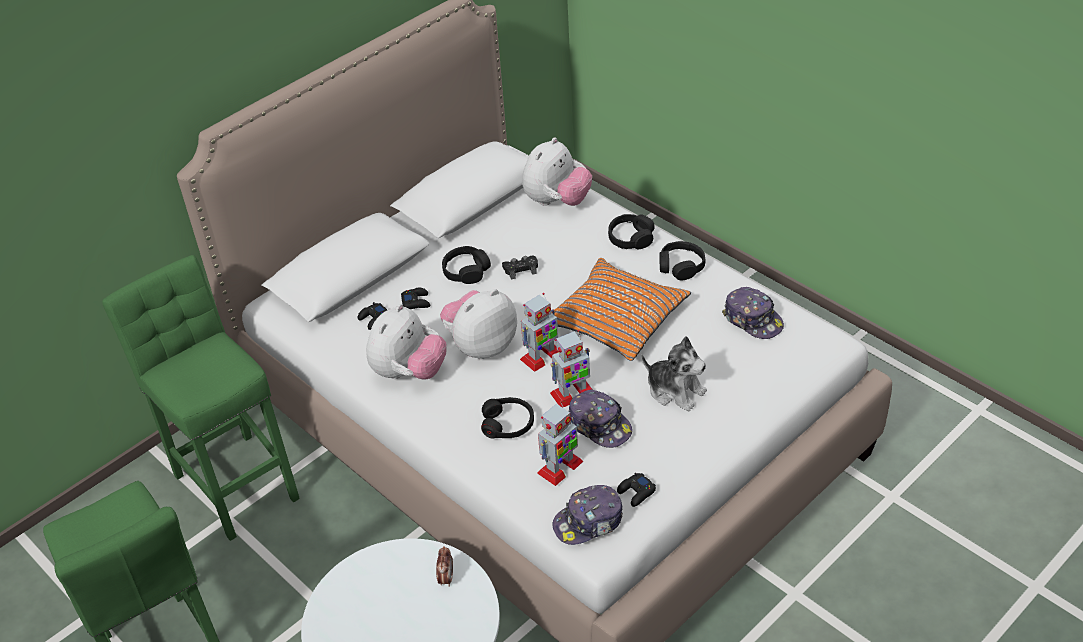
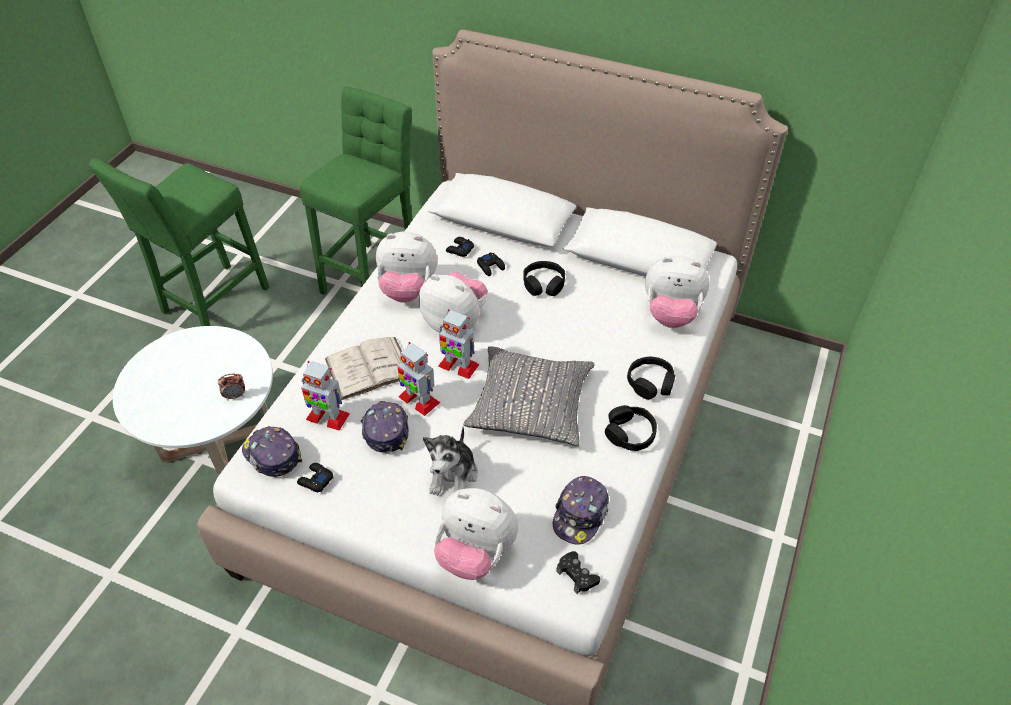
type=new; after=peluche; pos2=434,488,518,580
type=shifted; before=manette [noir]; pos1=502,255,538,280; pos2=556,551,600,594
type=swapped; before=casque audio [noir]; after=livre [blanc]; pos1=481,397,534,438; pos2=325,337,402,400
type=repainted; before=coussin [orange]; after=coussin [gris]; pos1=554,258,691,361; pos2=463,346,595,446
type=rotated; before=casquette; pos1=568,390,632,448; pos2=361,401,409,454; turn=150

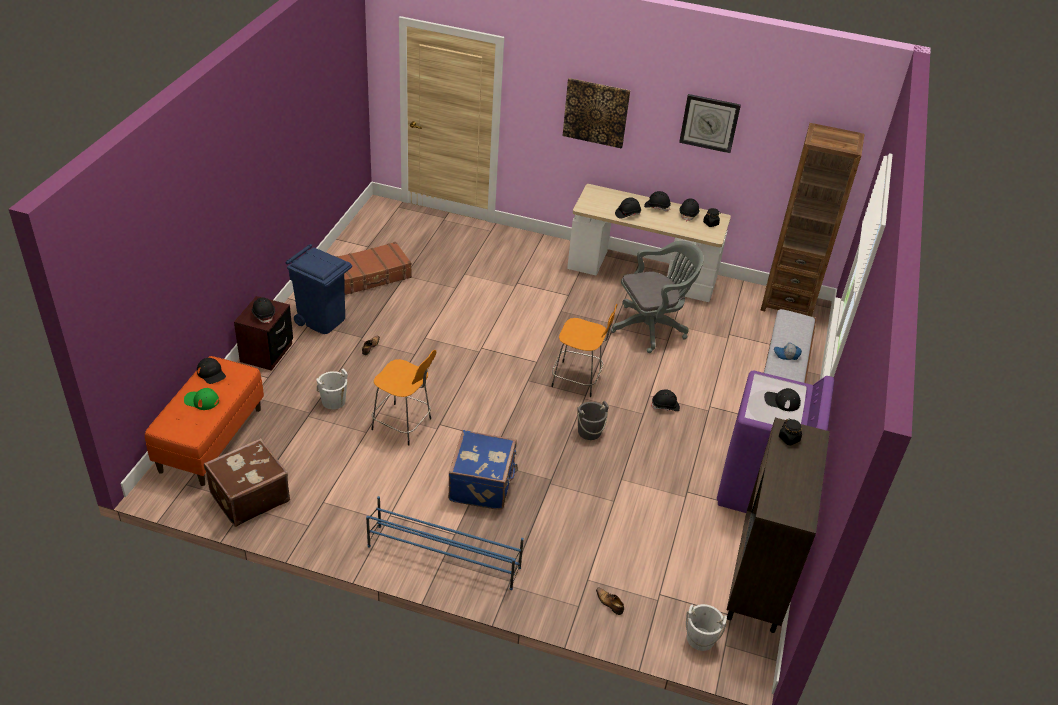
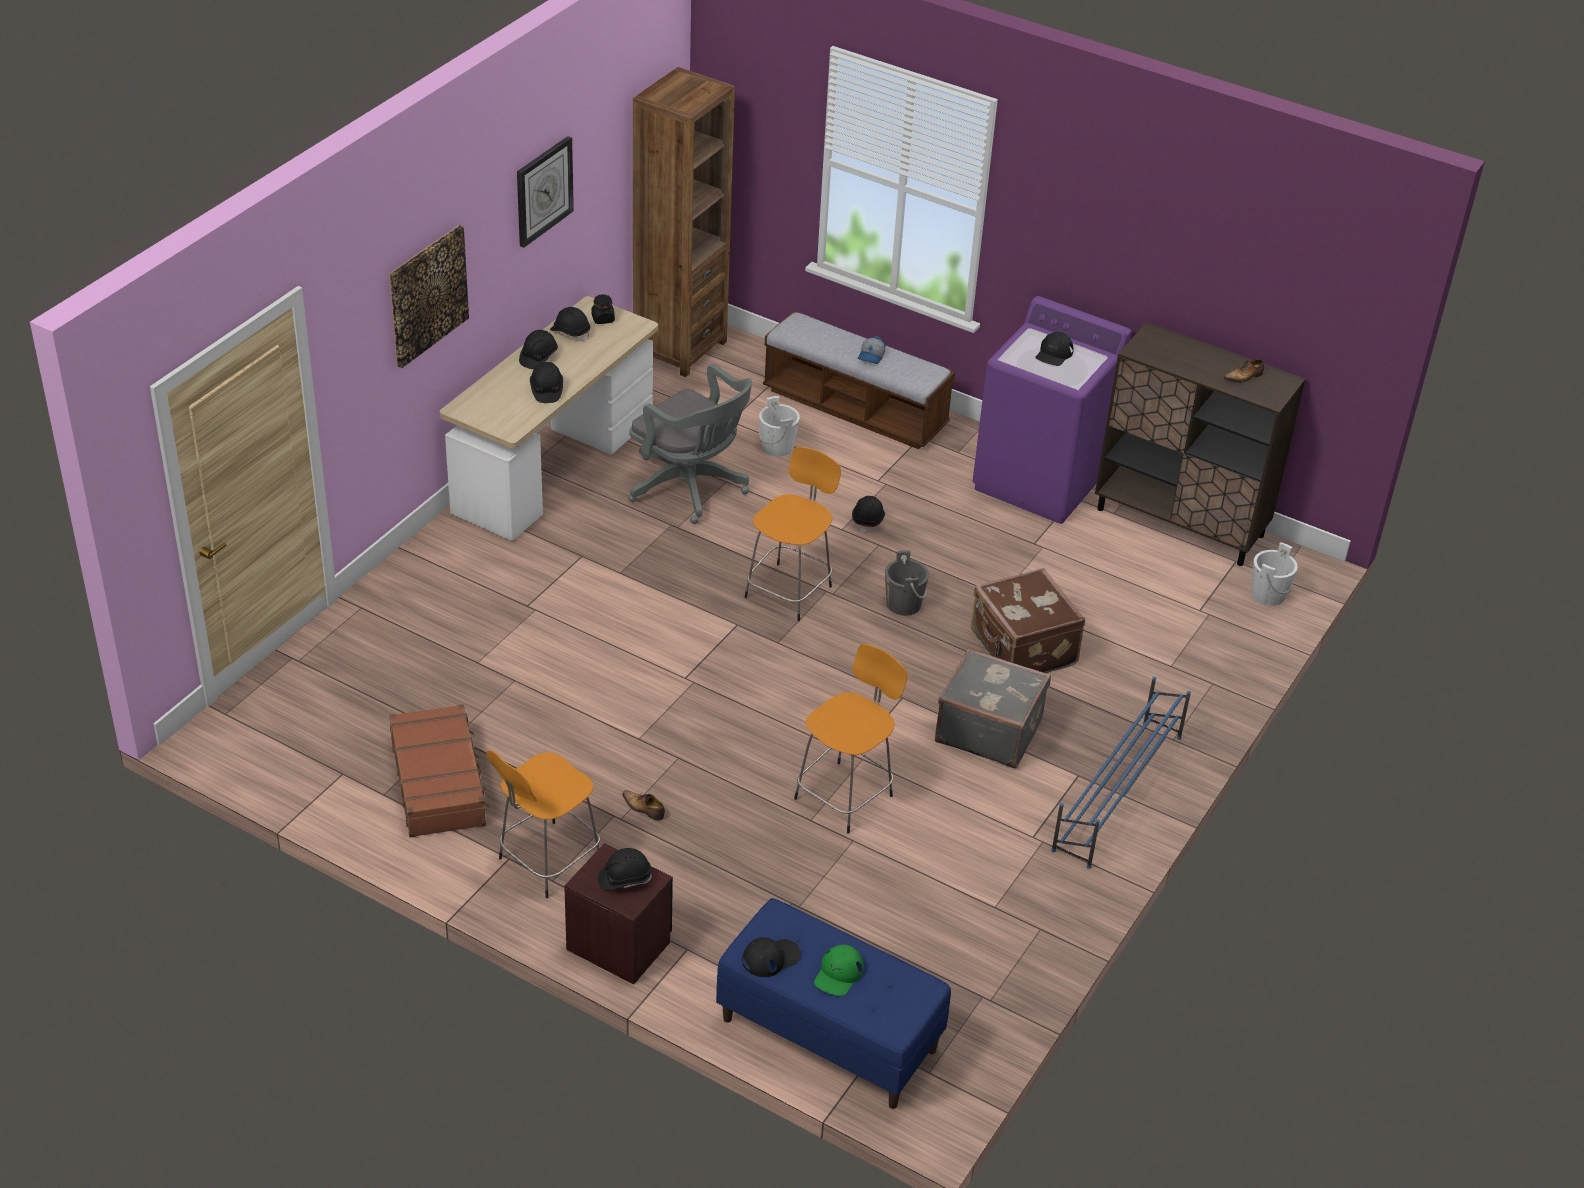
type=gone; before=bocal [noir]; pos1=779,418,802,445
type=shifted; before=valise [marron]; pos1=204,438,290,527; pos2=971,568,1085,673
type=shifted; before=seau [blanc]; pos1=316,369,348,409; pos2=759,396,800,456
type=shifted; before=chaussure; pos1=596,587,624,615; pos2=1223,359,1264,383
type=swapped; before=poubelle [bleu]; after=tabouret [orange]; pos1=286,244,352,334; pos2=486,750,600,898
type=repainted; before=banc [orange]; after=banc [bleu]; pos1=145,356,264,486; pos2=716,898,951,1109
type=repainted; before=valise [bleu]; after=valise [gris]; pos1=448,430,518,510; pos2=935,648,1051,768
type=rotated; before=chaise de bureau [gris]; pos1=610,241,704,353; pos2=628,364,752,524; turn=135

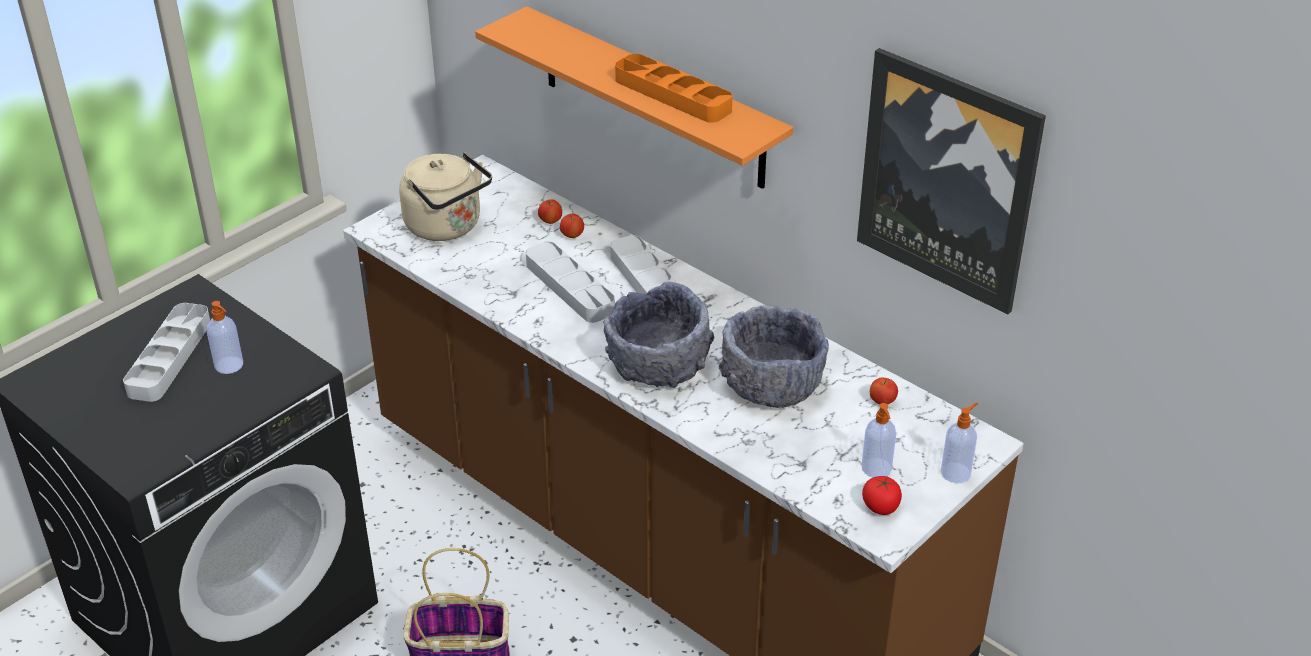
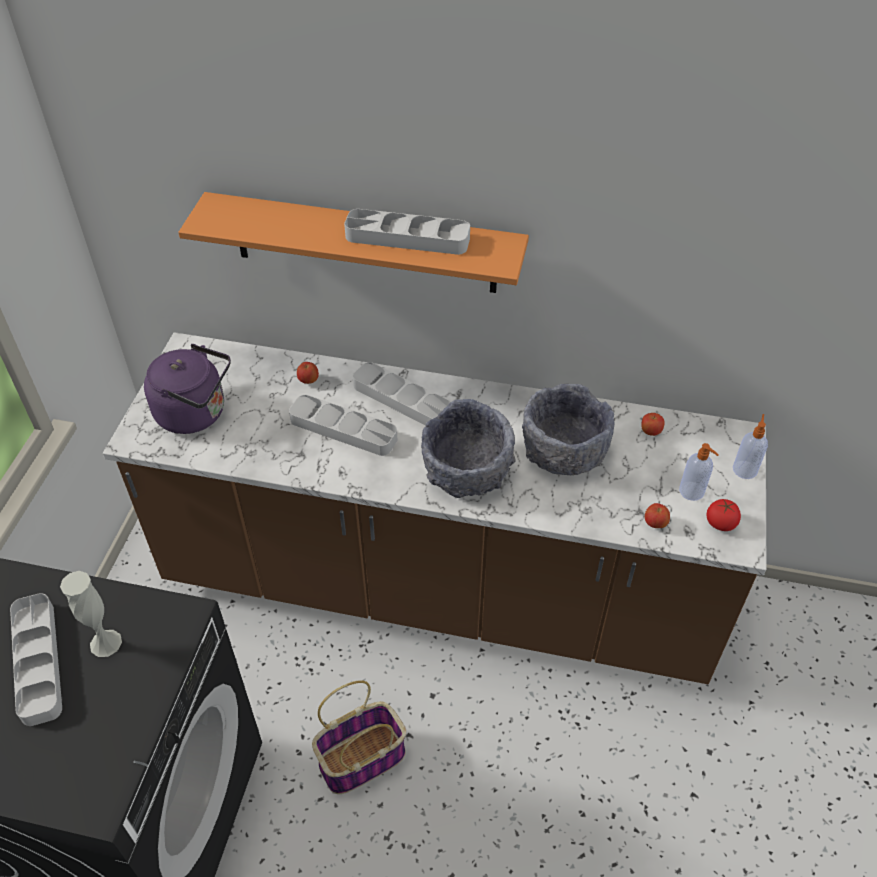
type=gone; before=tableau; pos1=857,48,1046,314
type=shifted; before=pomme; pos1=538,199,562,224; pos2=645,503,670,528
type=swapped; before=distributeur de savon; after=vase [blanc]; pos1=207,301,243,374; pos2=60,571,122,657
type=repainted; before=bouilloire [beige]; after=bouilloire [violet]; pos1=399,152,492,241; pos2=144,344,231,434
type=repainted; before=plateau [orange]; after=plateau [gris]; pos1=615,53,732,123; pos2=344,209,470,255

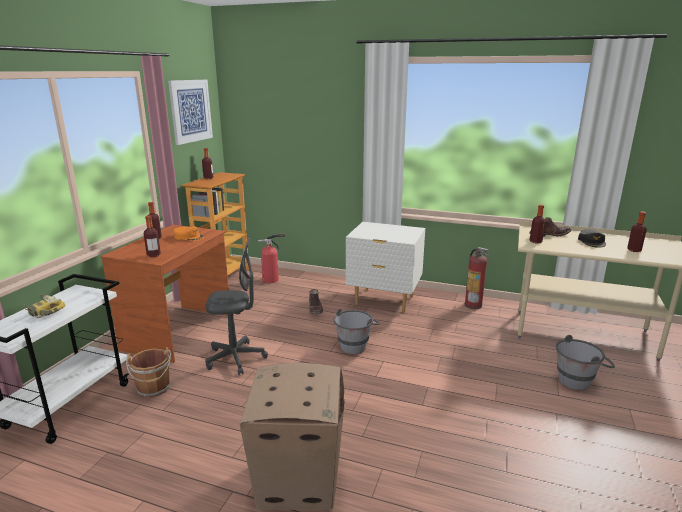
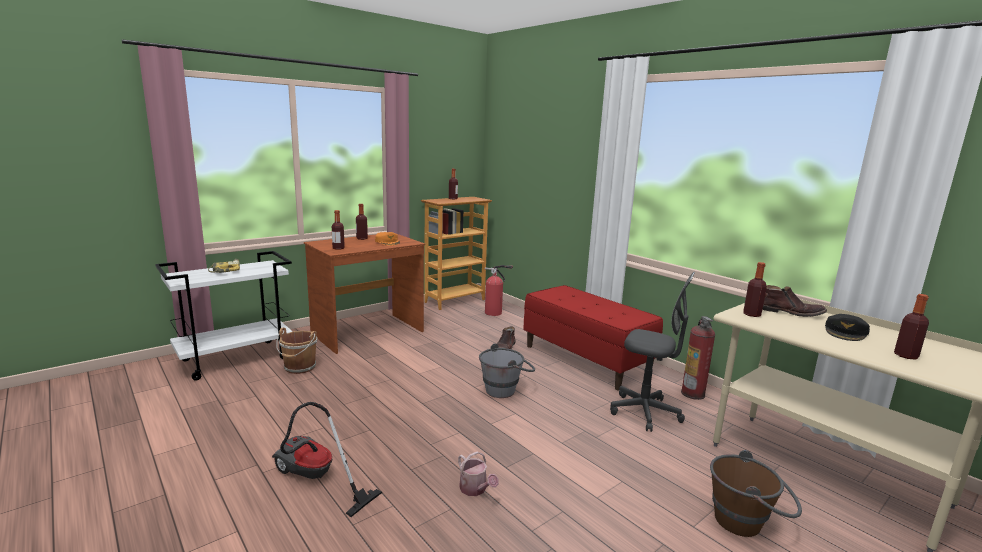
type=gone; before=tableau; pos1=168,80,213,145
type=new; after=arrosoir; pos2=458,451,499,496
type=shifted; before=chaise de bureau [gris]; pos1=205,235,268,375; pos2=610,272,695,432
type=swapped; before=carton; after=aspirateur; pos1=240,363,345,510; pos2=272,402,383,517
type=swapped; before=table de chevet [blanc]; after=banc [rouge]; pos1=346,222,425,313; pos2=523,285,663,390
type=repainted; before=seau [gris]; after=seau [marron]; pos1=556,335,615,390; pos2=710,450,802,537

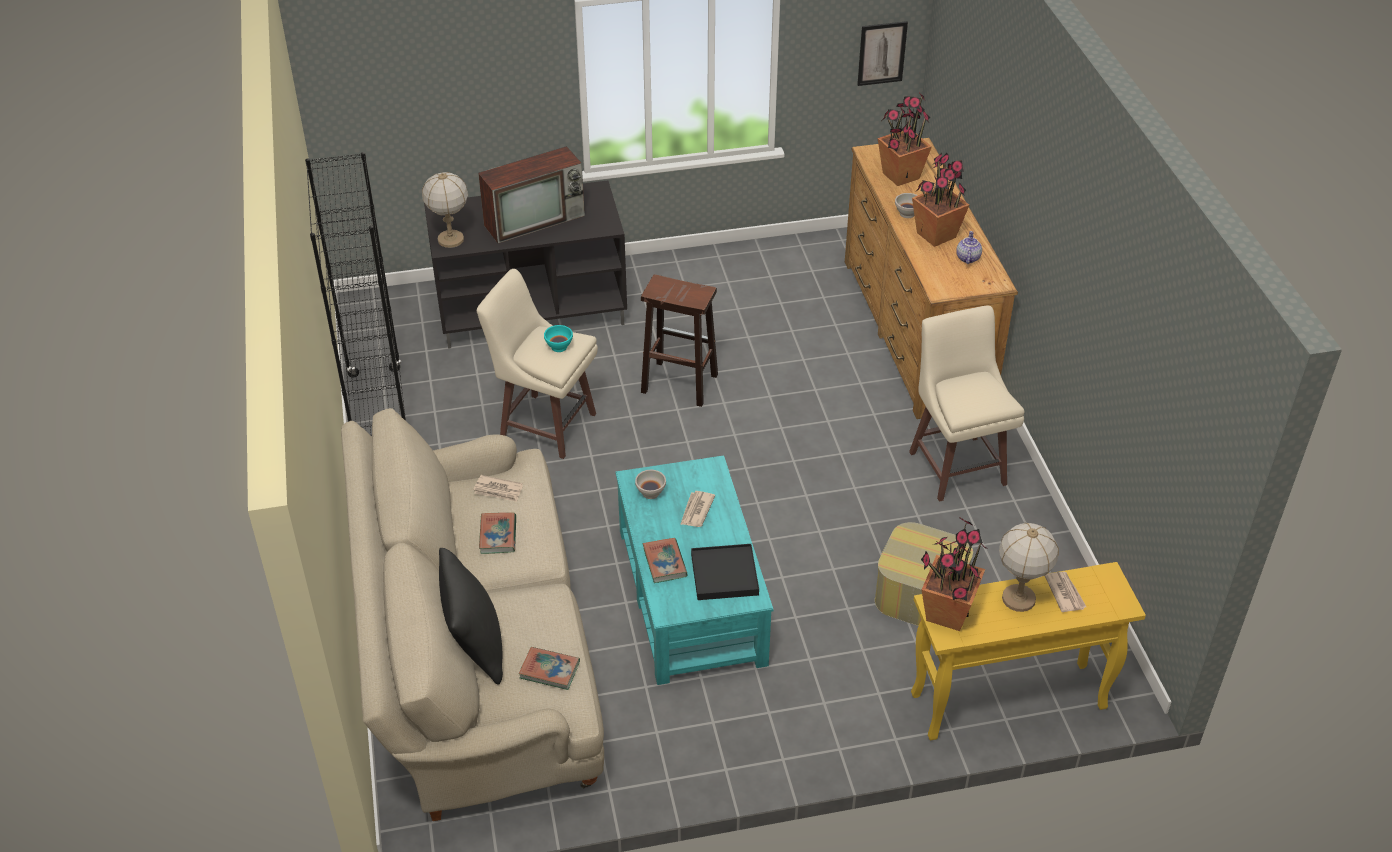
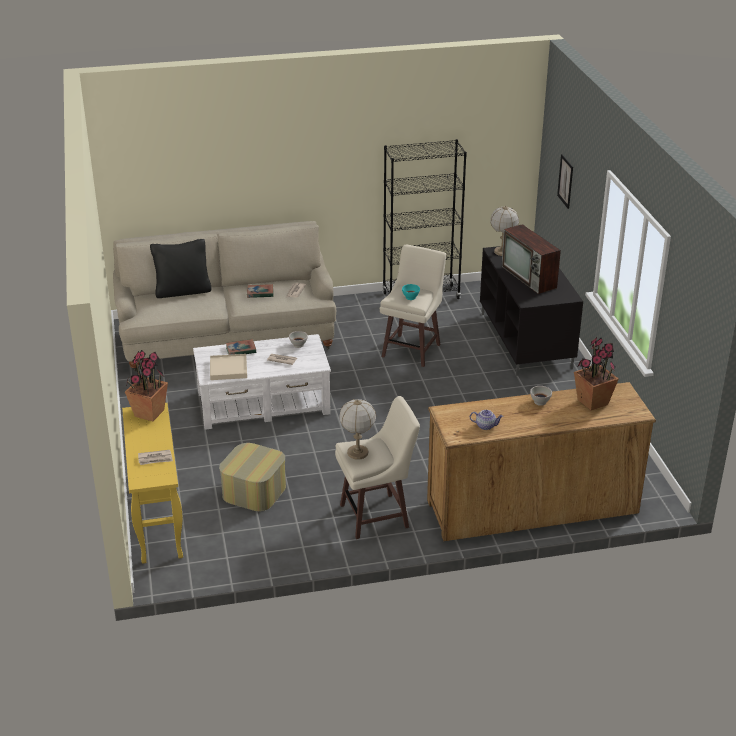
type=gone; before=livre; pos1=519,647,580,690
type=gone; before=tabouret [marron]; pos1=641,274,718,407
type=gone; before=plante en pot; pos1=912,152,969,247
type=shifted; before=tableau; pos1=857,21,908,86; pos2=557,154,573,209
type=shifted; before=lampe de table; pos1=999,523,1059,612; pos2=339,399,376,460
type=repainted; before=table basse [turquoise]; after=table basse [blanc]; pos1=615,455,774,685; pos2=193,334,331,430
type=repainted; before=plateau [noir]; after=plateau [beige]; pos1=691,544,759,600; pos2=210,354,247,380

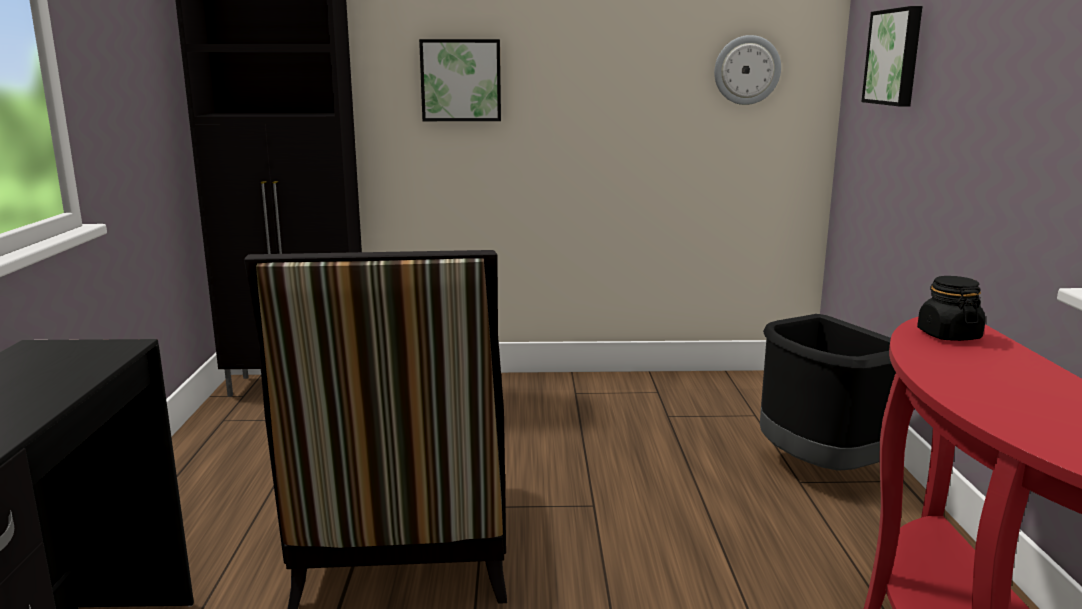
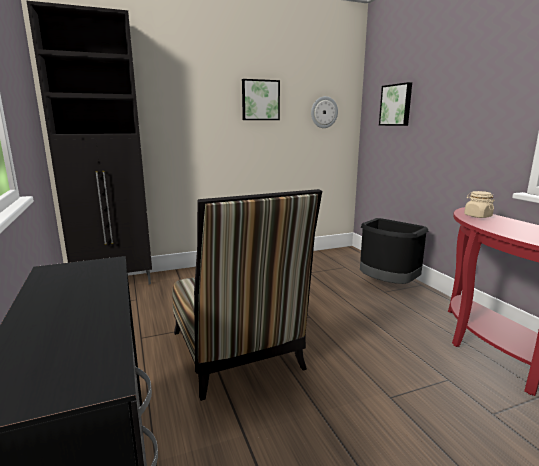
type=shifted; before=tableau; pos1=419,39,501,121; pos2=242,79,280,120
type=repainted; before=bocal [noir]; after=bocal [beige]; pos1=917,276,985,341; pos2=464,191,494,218

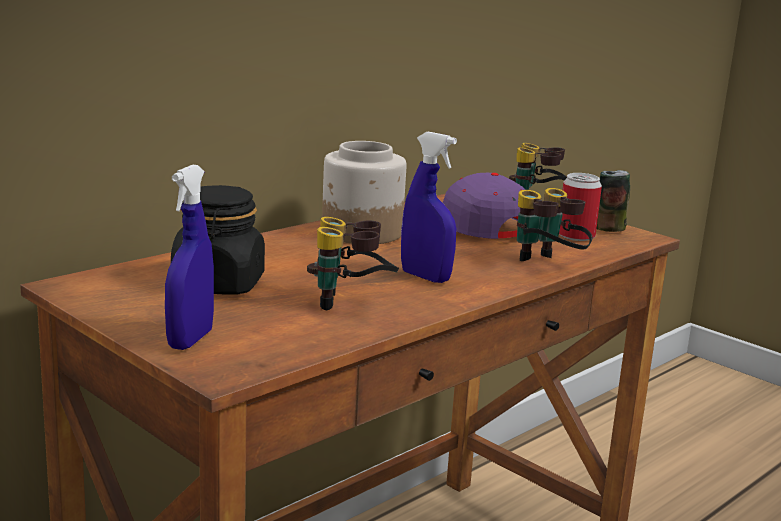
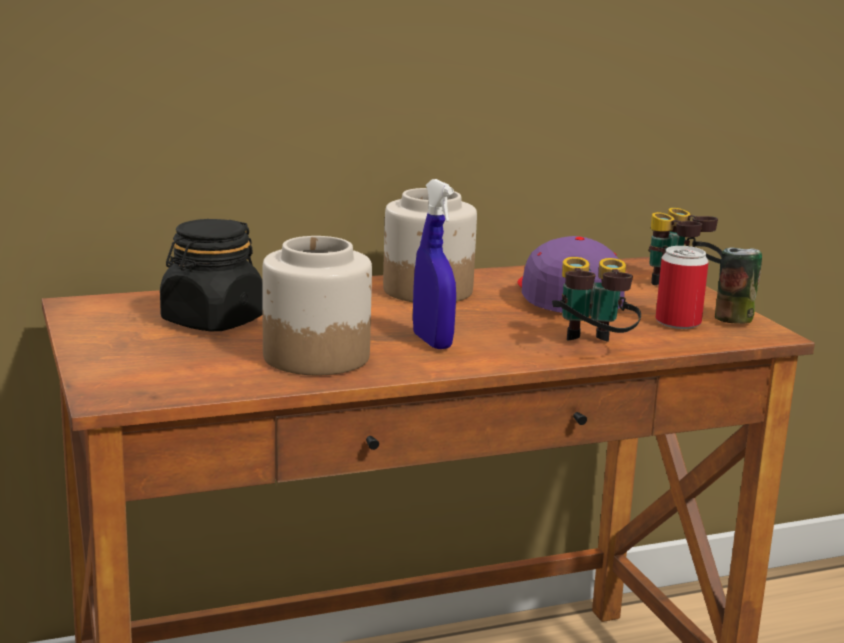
type=gone; before=vaporisateur [bleu]; pos1=165,165,214,350
type=swapped; before=jumelles; after=bocal; pos1=307,217,399,310; pos2=262,236,372,375

